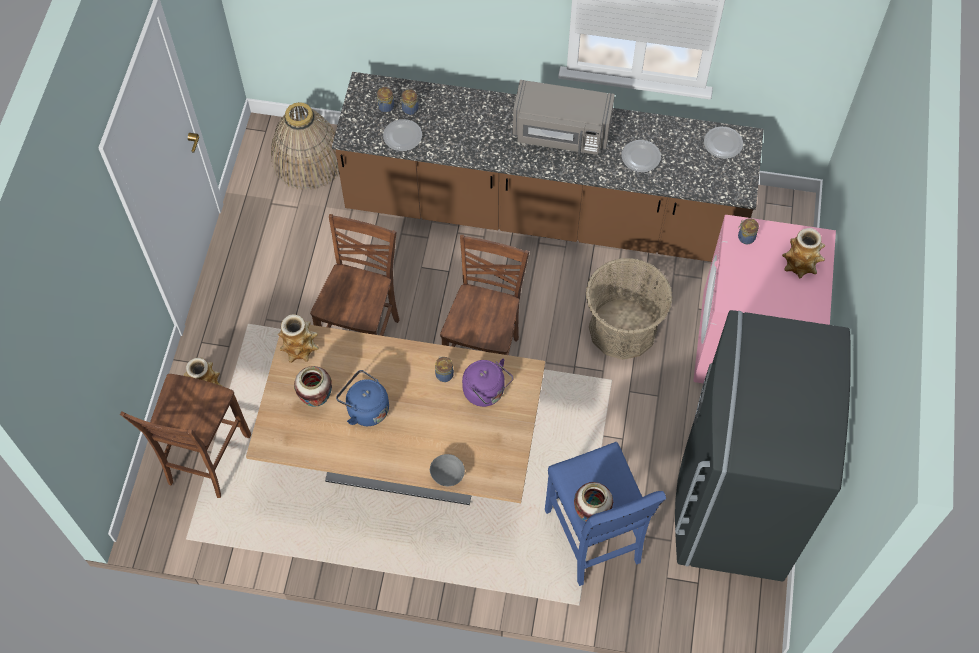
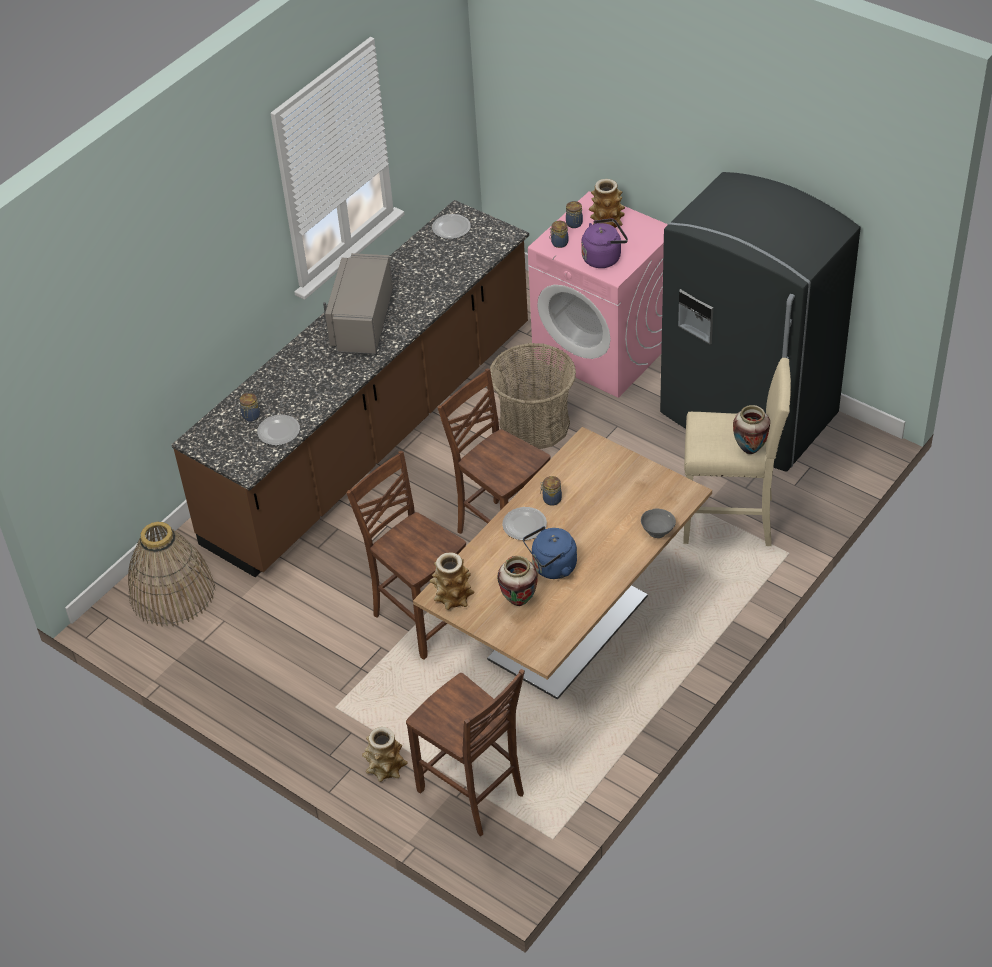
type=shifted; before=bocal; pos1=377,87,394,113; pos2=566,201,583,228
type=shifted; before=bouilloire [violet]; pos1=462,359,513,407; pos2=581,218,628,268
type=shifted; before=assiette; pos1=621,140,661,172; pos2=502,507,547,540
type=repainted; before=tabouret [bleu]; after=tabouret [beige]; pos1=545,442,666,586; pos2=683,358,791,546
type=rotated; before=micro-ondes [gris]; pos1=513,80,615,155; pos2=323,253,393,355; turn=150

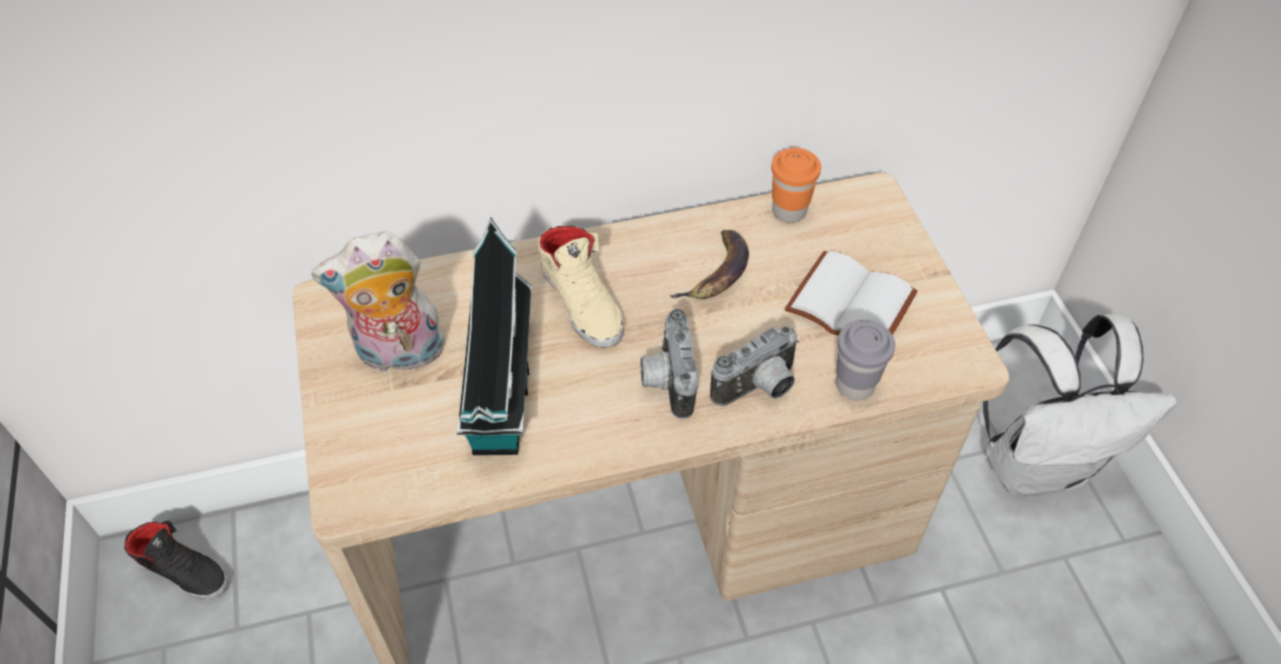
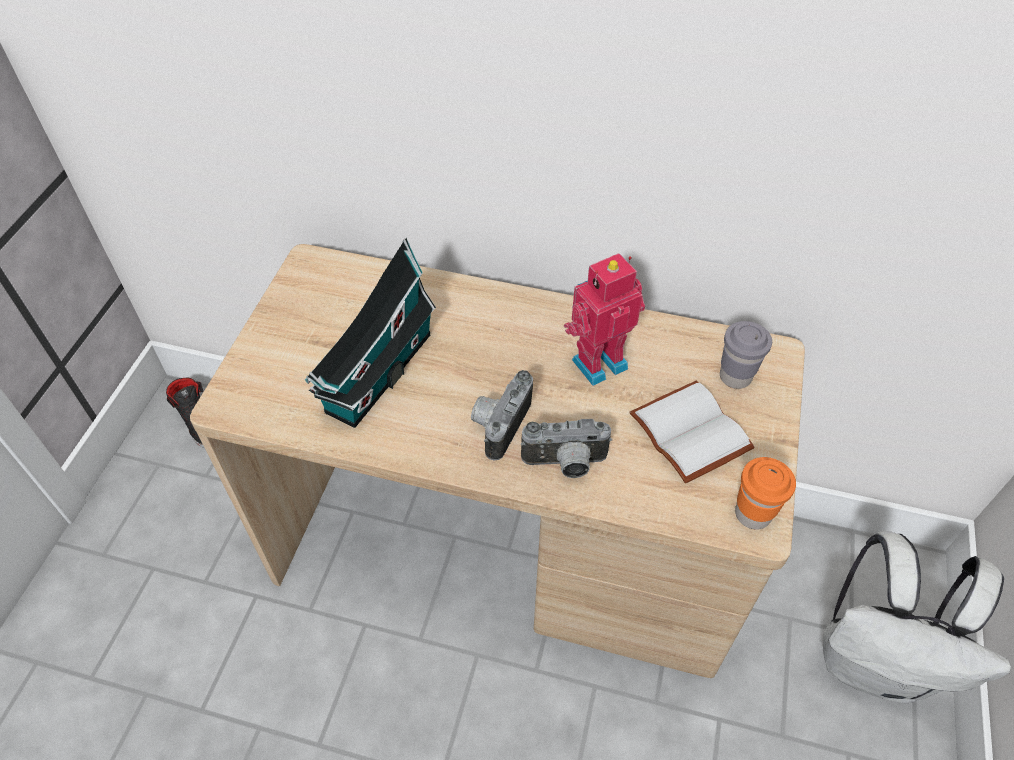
type=gone; before=peluche; pos1=311,231,446,374
type=gone; before=chaussure [beige]; pos1=538,226,624,348
type=shifted; before=tasse [orange]; pos1=771,148,821,223; pos2=735,457,796,529
type=shifted; before=tasse [gris]; pos1=836,320,895,400; pos2=720,321,772,389
type=swapped; before=banane; after=robot jouet; pos1=670,230,749,299; pos2=564,253,645,386

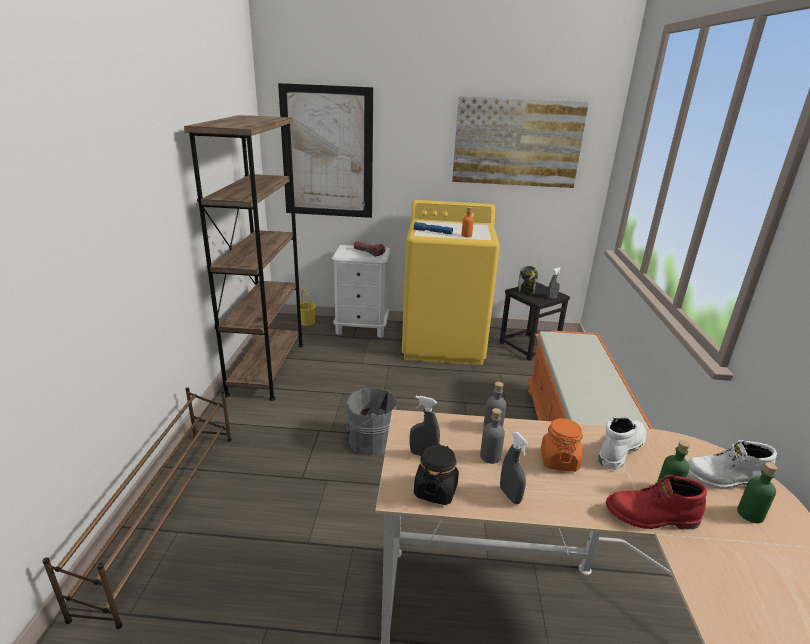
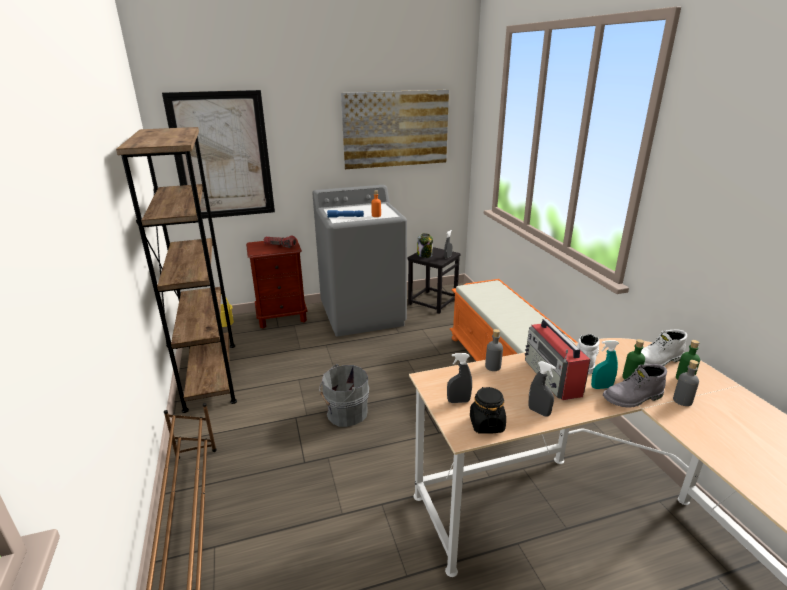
type=new; after=vaporisateur [turquoise]; pos2=591,340,619,389
type=shifted; before=bouteille [gris]; pos1=480,408,505,464; pos2=673,360,699,406
type=swapped; before=bocal [orange]; after=radio; pos1=541,418,582,472; pos2=525,319,591,400
type=repainted; before=table de chevet [blanc]; after=table de chevet [marron]; pos1=332,245,391,338; pos2=246,238,307,329
type=repainted; before=lave-linge [jaune]; after=lave-linge [gris]; pos1=402,200,500,365; pos2=312,185,407,337
type=repainted; before=botte [rouge]; after=botte [gris]; pos1=606,475,707,529; pos2=603,364,667,407

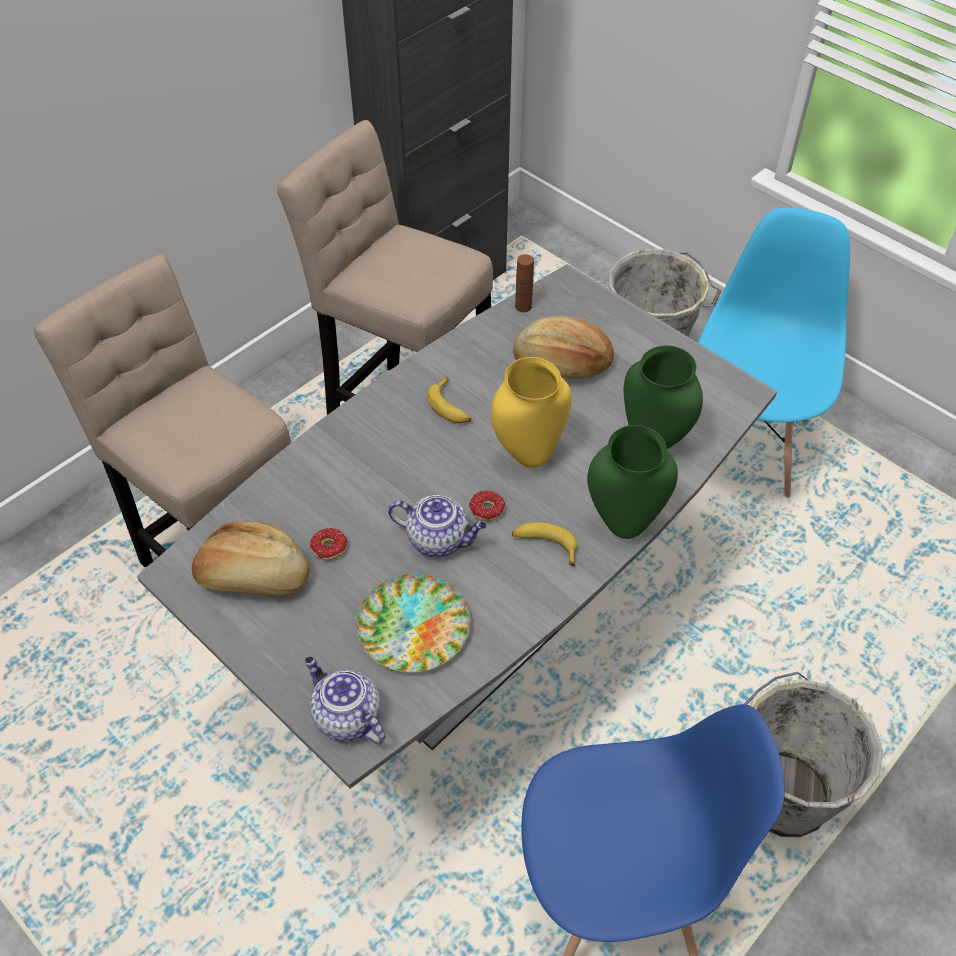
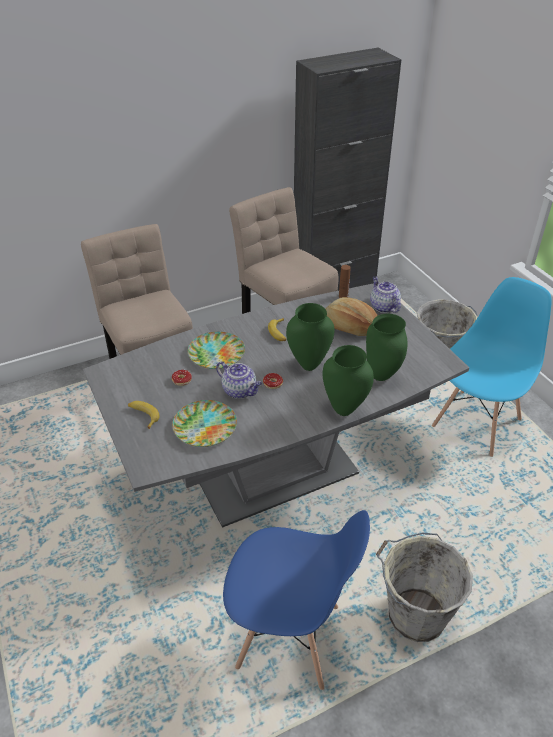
type=gone; before=pain; pos1=191,521,309,597
type=new; after=assiette; pos2=188,332,245,369
type=shifted; before=théière; pos1=304,657,386,744; pos2=370,277,401,313
type=shifted; before=banane; pos1=512,522,578,566; pos2=128,401,160,429
type=repainted; before=vase [jaune]; after=vase [vert]; pos1=491,357,572,468; pos2=286,303,334,371

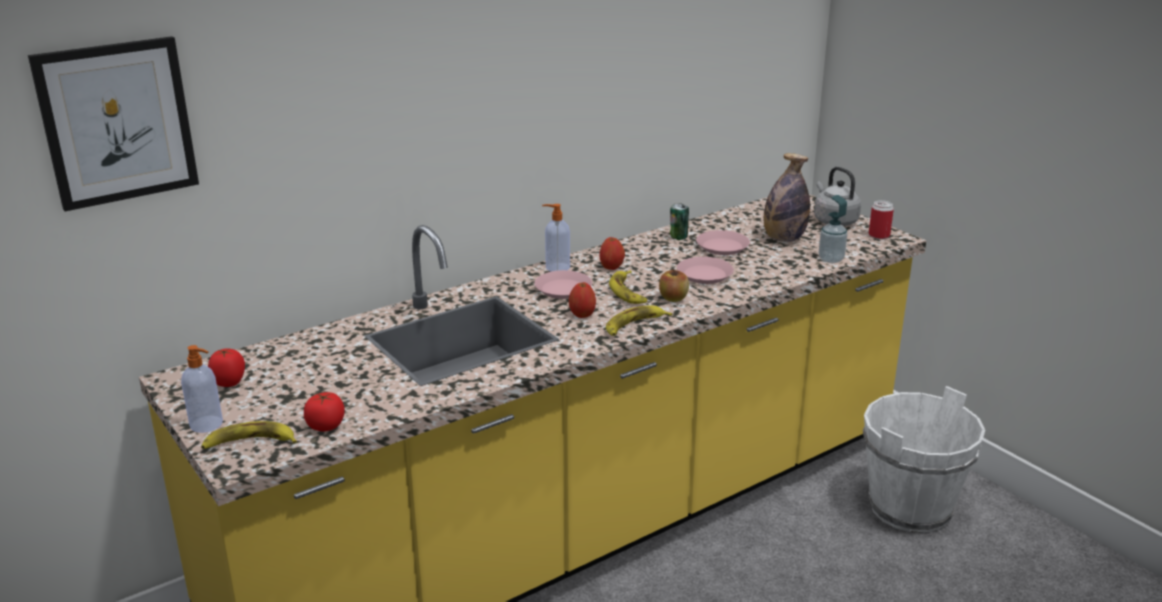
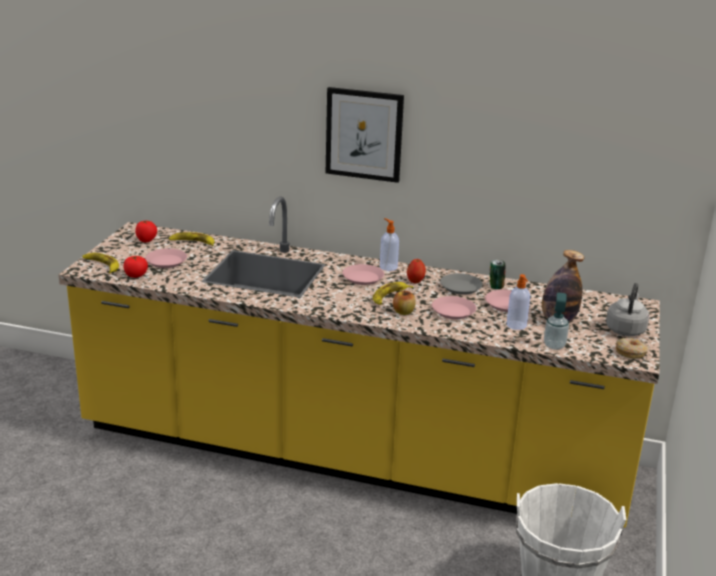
type=gone; before=pomme; pos1=569,282,596,318
type=new; after=assiette [rose]; pos2=145,248,187,268
type=new; after=assiette [gris]; pos2=440,273,483,295
type=shifted; before=tableau; pos1=28,36,199,211; pos2=326,87,404,183
type=shifted; before=distributeur de savon; pos1=181,345,223,433; pos2=507,274,530,330
type=shifted; before=banane; pos1=606,305,672,336; pos2=169,232,214,246
type=swapped; before=boîte métallique; after=beignet; pos1=869,200,894,239; pos2=616,338,648,359

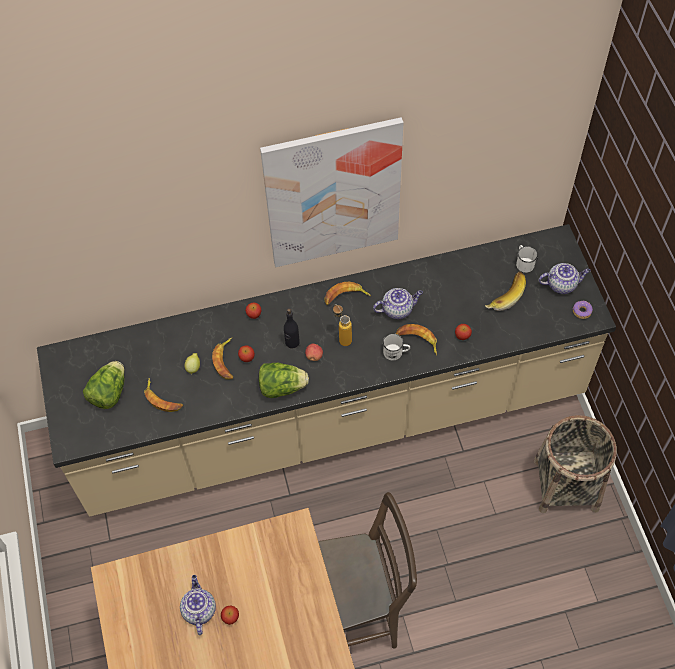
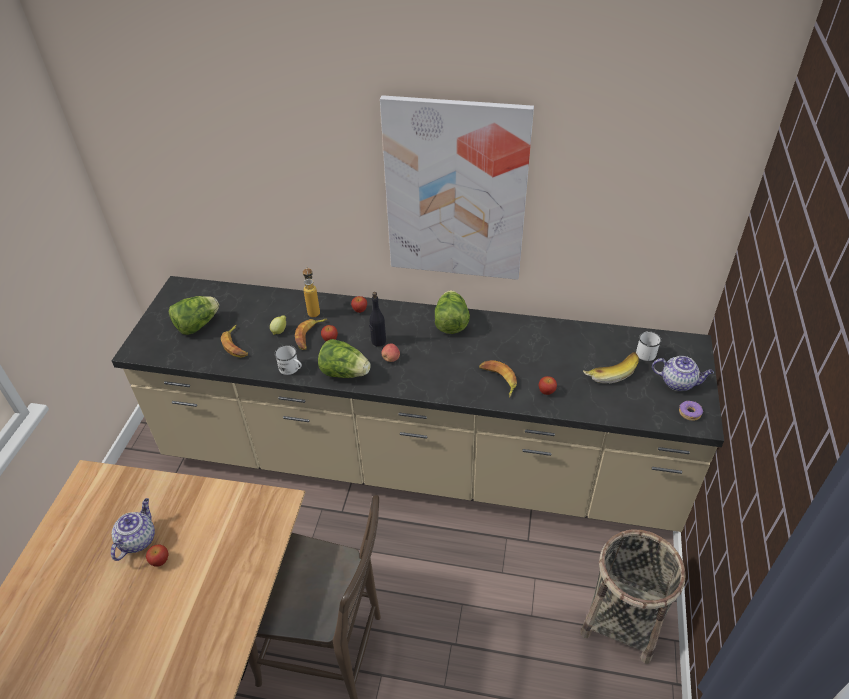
type=gone; before=théière; pos1=373,288,423,319
type=shifted; before=bouteille; pos1=333,304,352,346; pos2=303,266,320,317
type=shifted; before=mug [blanc]; pos1=383,333,410,361; pos2=275,345,302,375
type=swapped; before=banane; after=laitue; pos1=324,282,371,305; pos2=435,290,470,334

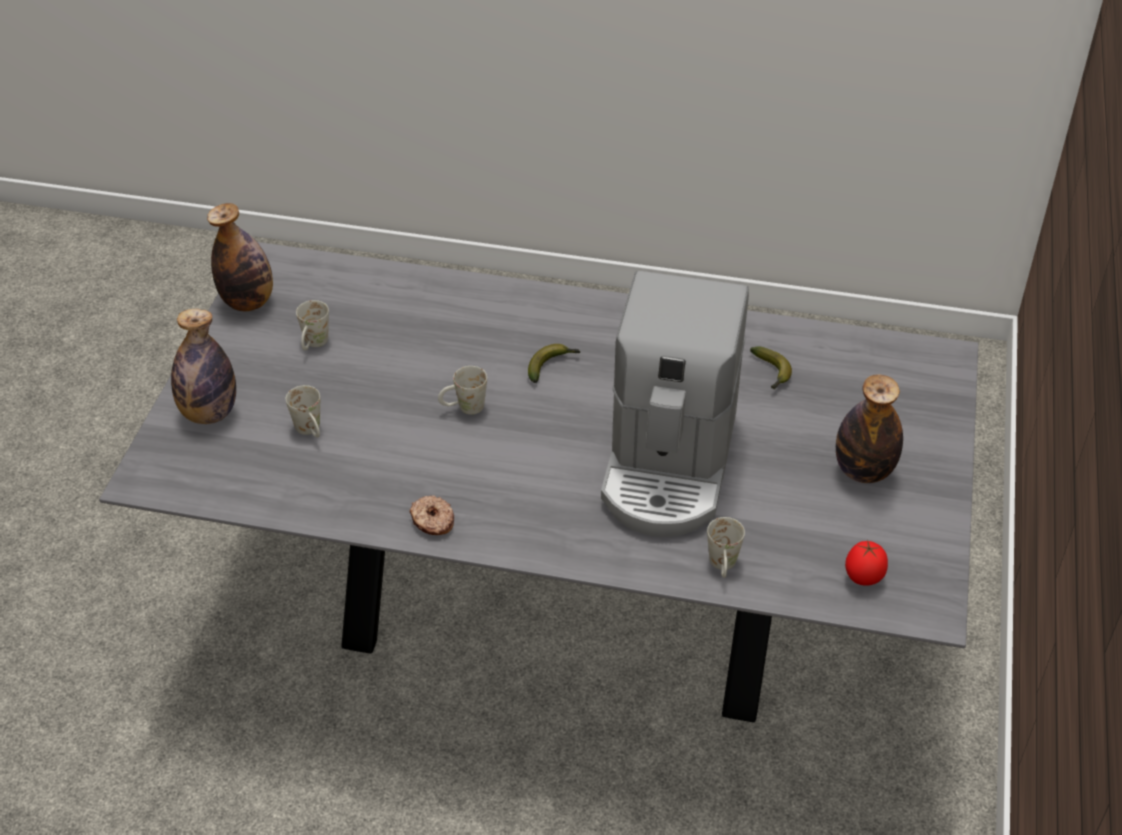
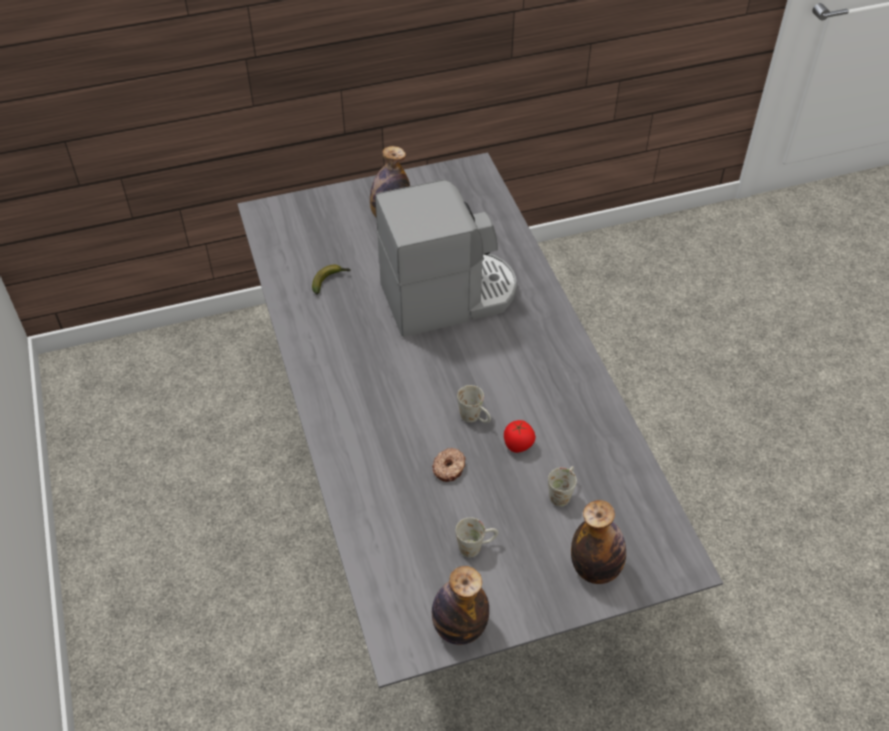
type=gone; before=banane; pos1=528,344,580,383
type=gone; before=mug [blanc]; pos1=707,517,745,578
type=shifted; before=beignet; pos1=410,495,454,535; pos2=432,448,465,482
type=shifted; before=tomate; pos1=845,540,888,586; pos2=504,420,536,453

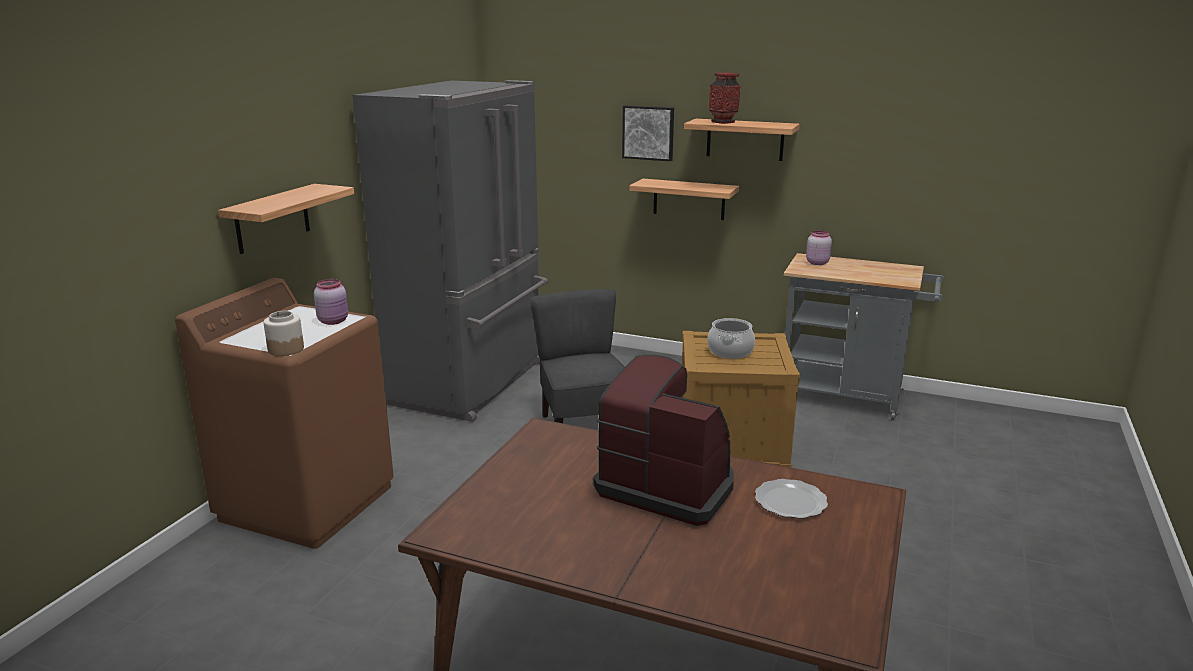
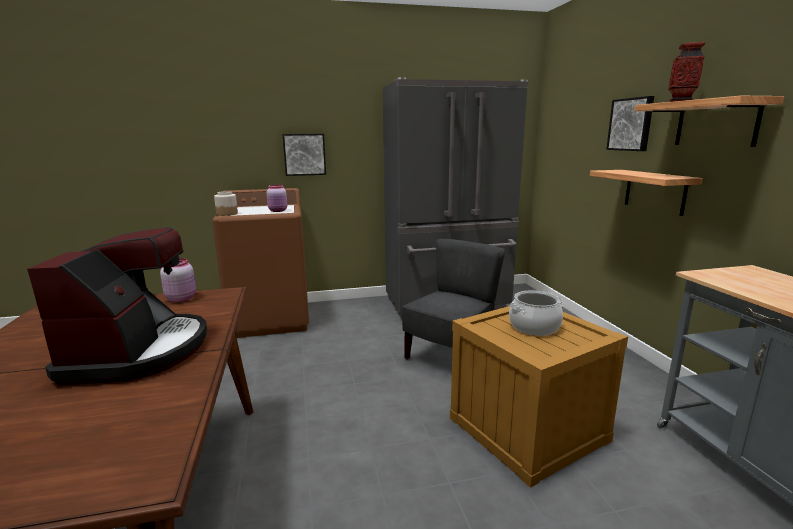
type=gone; before=assiette; pos1=755,479,828,519
type=shifted; before=bocal [rose]; pos1=806,230,832,265; pos2=160,258,196,302
type=swapped; before=étagère; after=tableau; pos1=218,184,354,254; pos2=283,134,326,176

